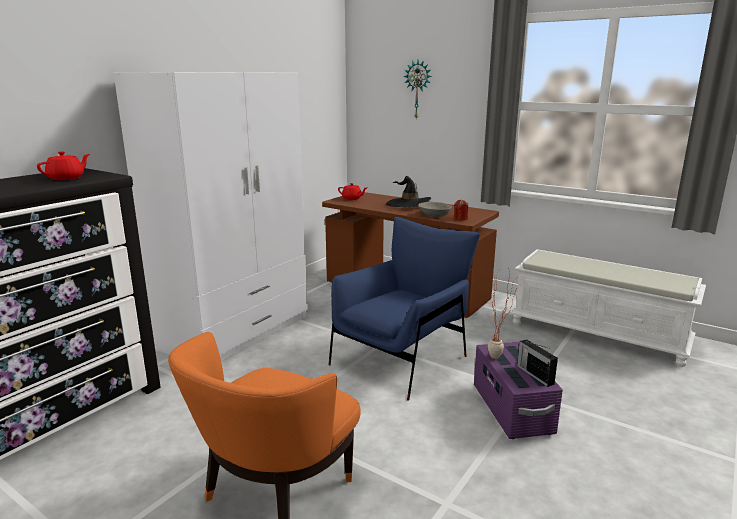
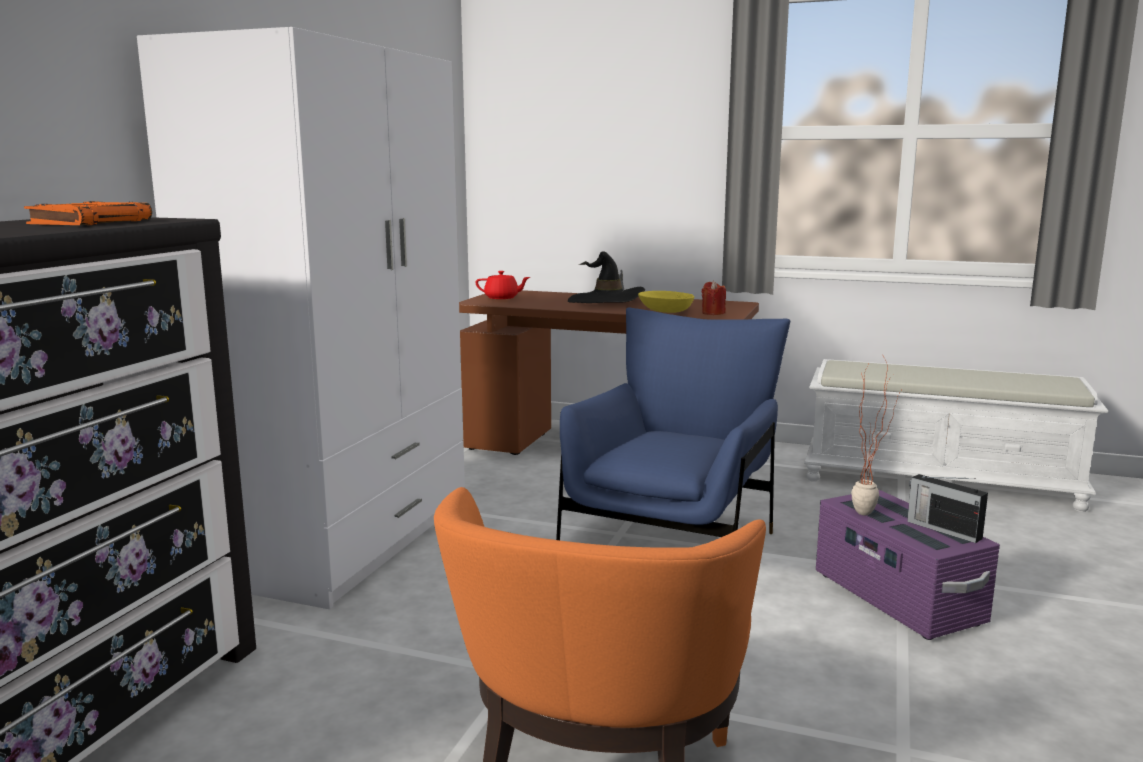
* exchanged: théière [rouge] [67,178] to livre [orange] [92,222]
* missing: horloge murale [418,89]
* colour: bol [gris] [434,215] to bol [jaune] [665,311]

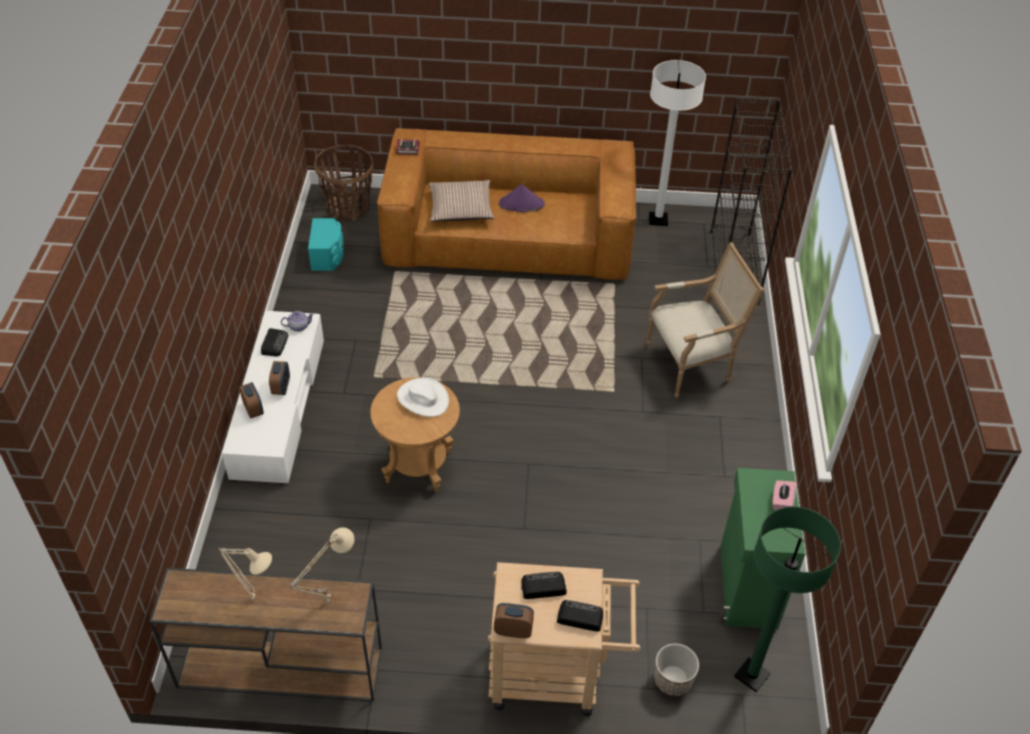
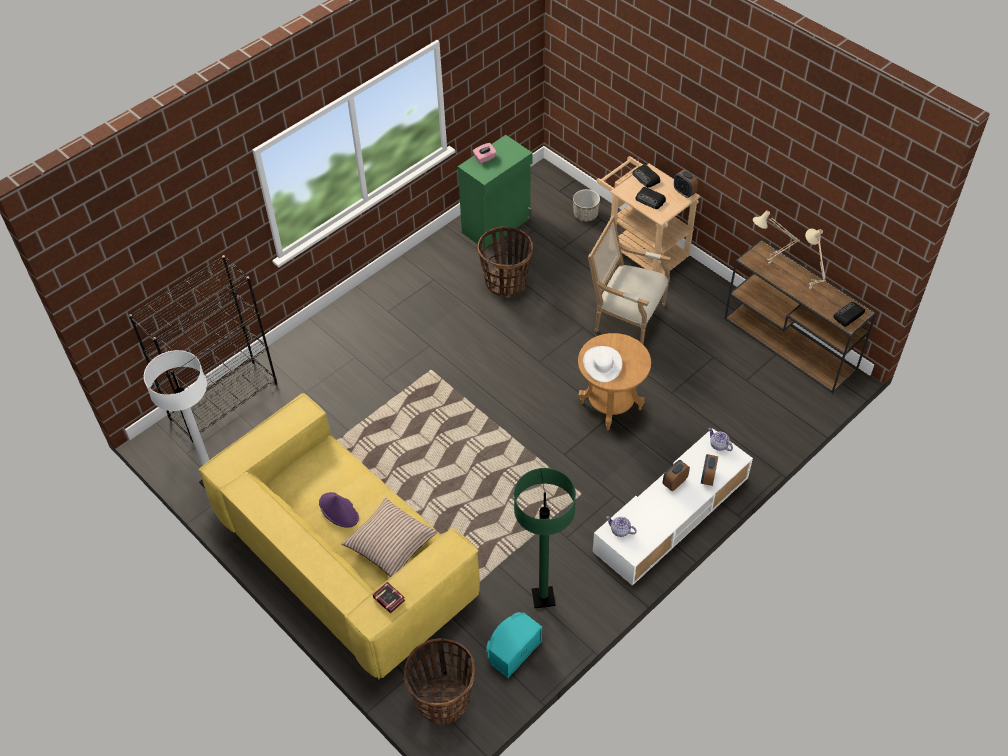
* relocated: radio [274,344] to [848,316]
* colour: canapé [marron] [508,236] to canapé [jaune] [345,555]
* relocated: fauteuil [692,363] to [625,318]
* relocated: lampadaire [vert] [752,675] to [543,598]
* appeared: panier [506,283]
* appeared: théière [718,445]

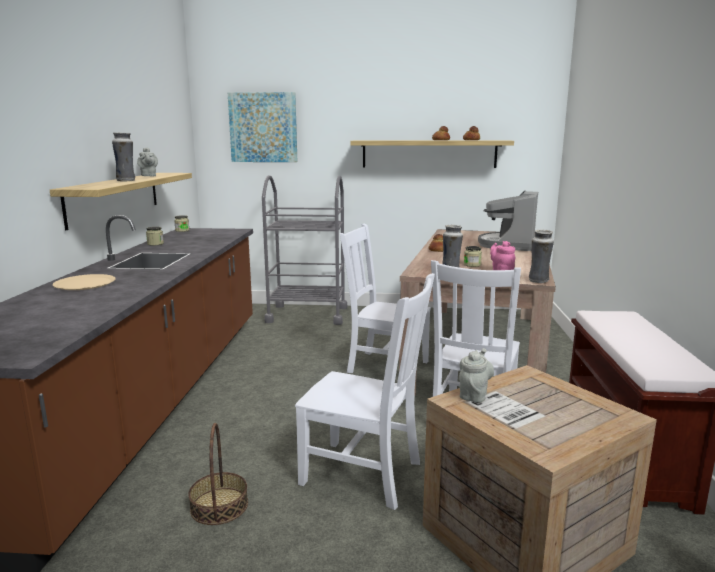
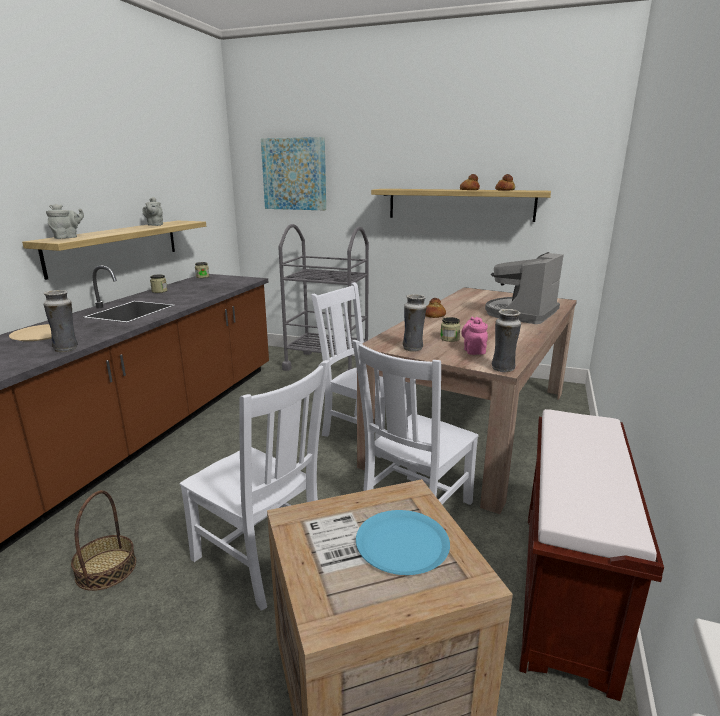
* relocated: vase [126,181] to [67,349]
* relocated: théière [gris] [474,394] to [68,238]
* appeared: assiette [bleu] [402,543]

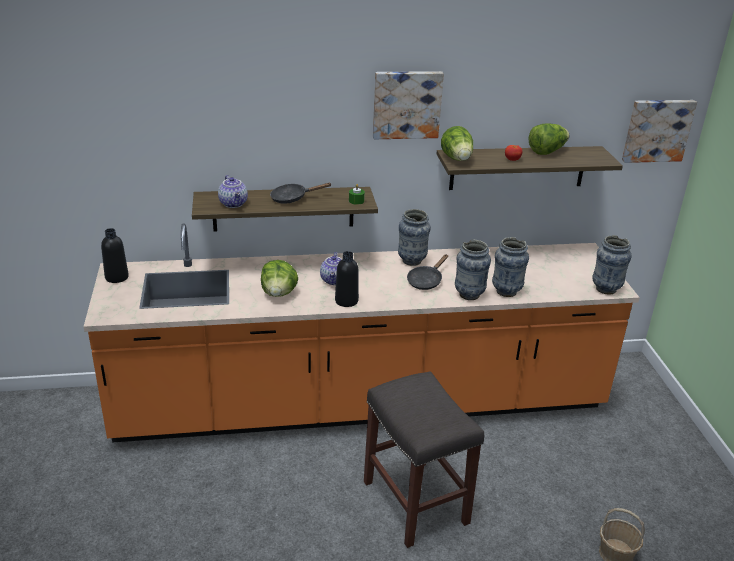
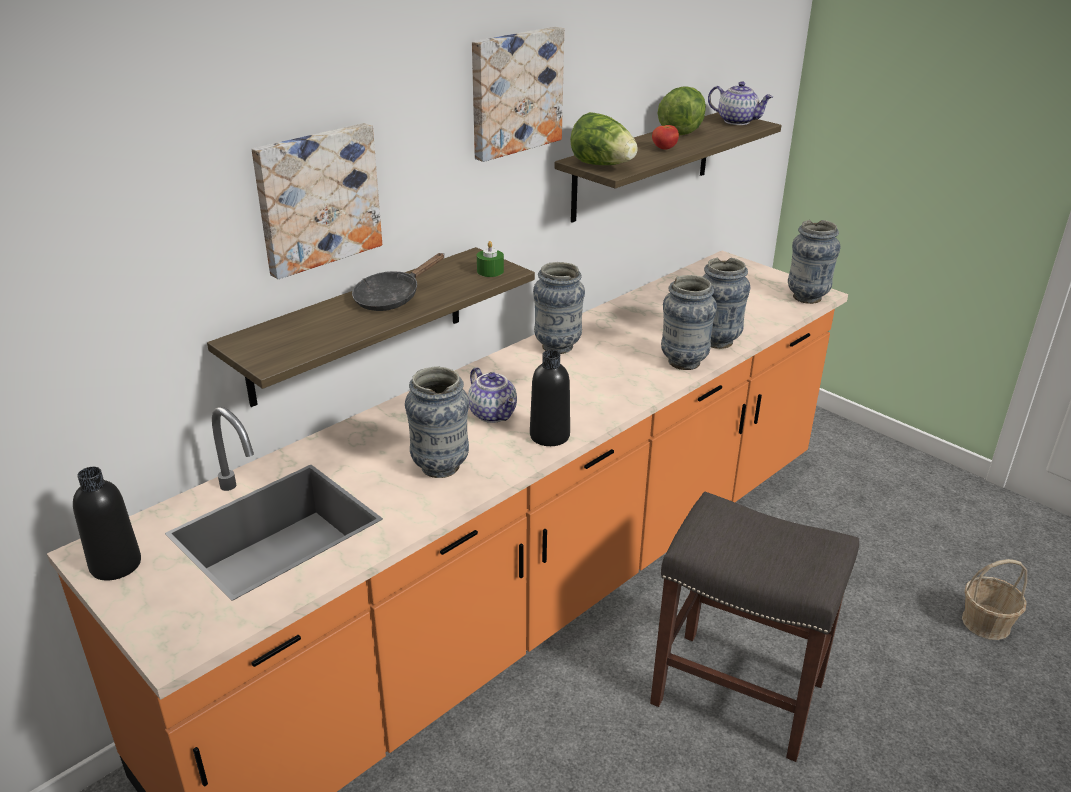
* relocated: théière [234,204] to [737,121]
* exchanged: laitue [279,293] to vase [440,467]
* missing: poêle [noir] [426,281]
* relocated: tableau [657,130] to [316,198]

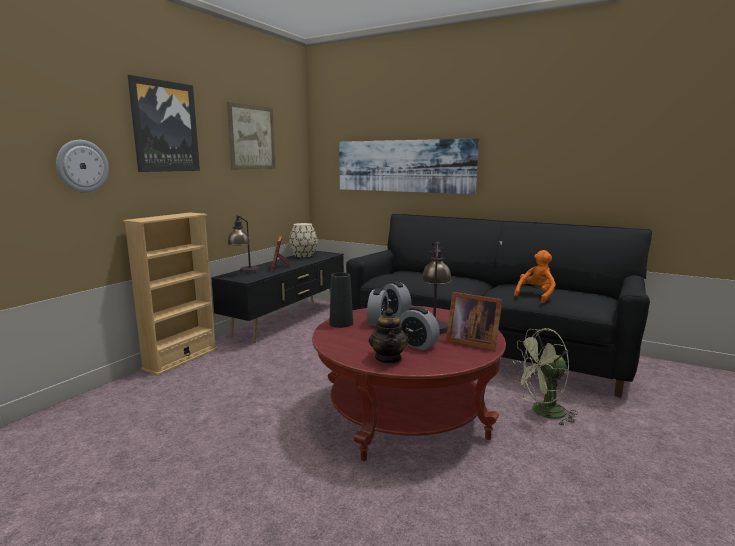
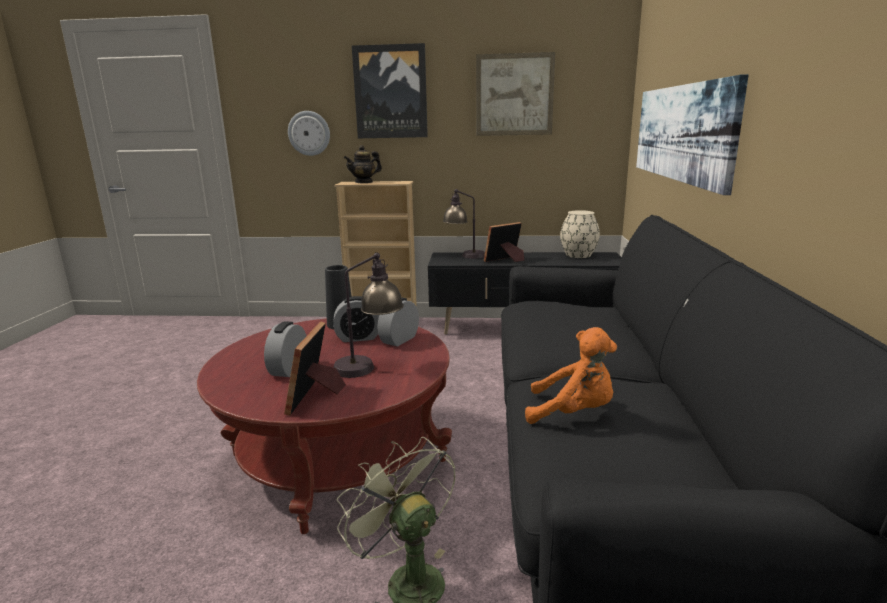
* relocated: théière [388,358] to [364,182]

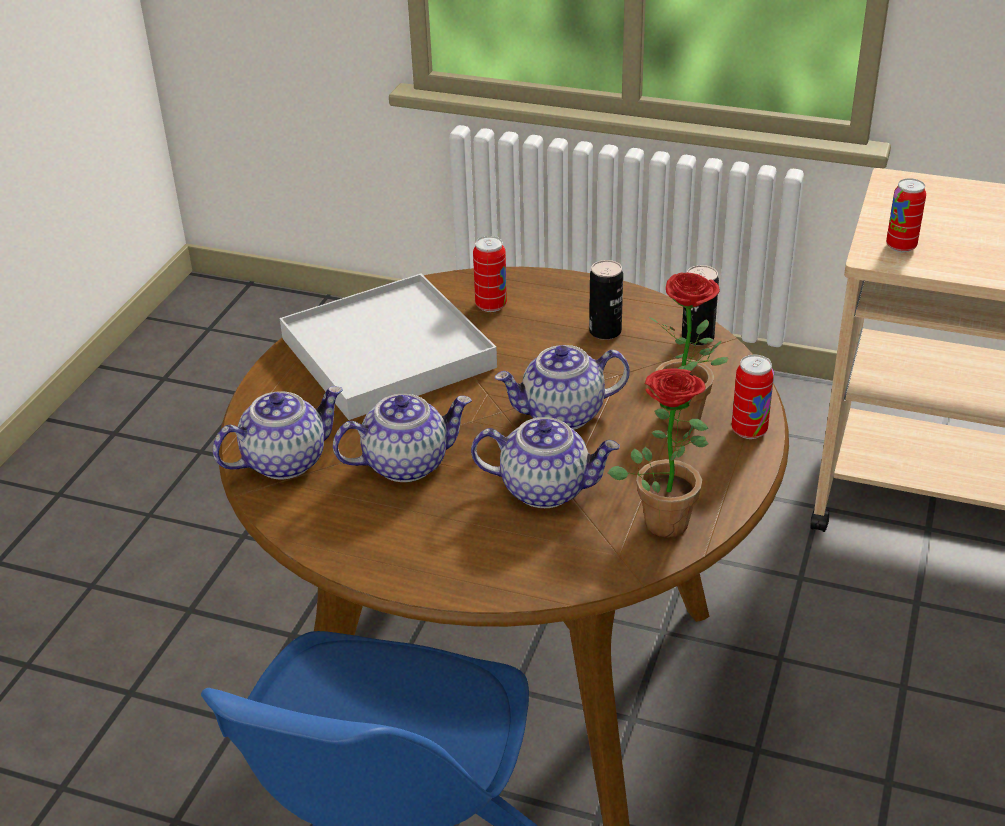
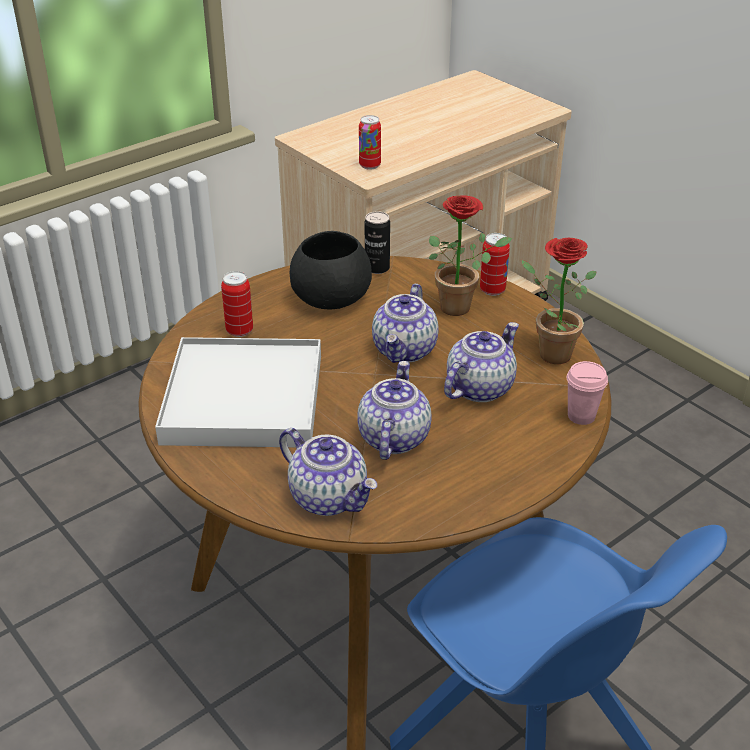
* spun: théière [285,460] = [329,497] 135 degrees clockwise
* exchanged: boîte métallique [605,332] to bol [noir] [330,298]
* appeared: tasse [rose] [581,416]

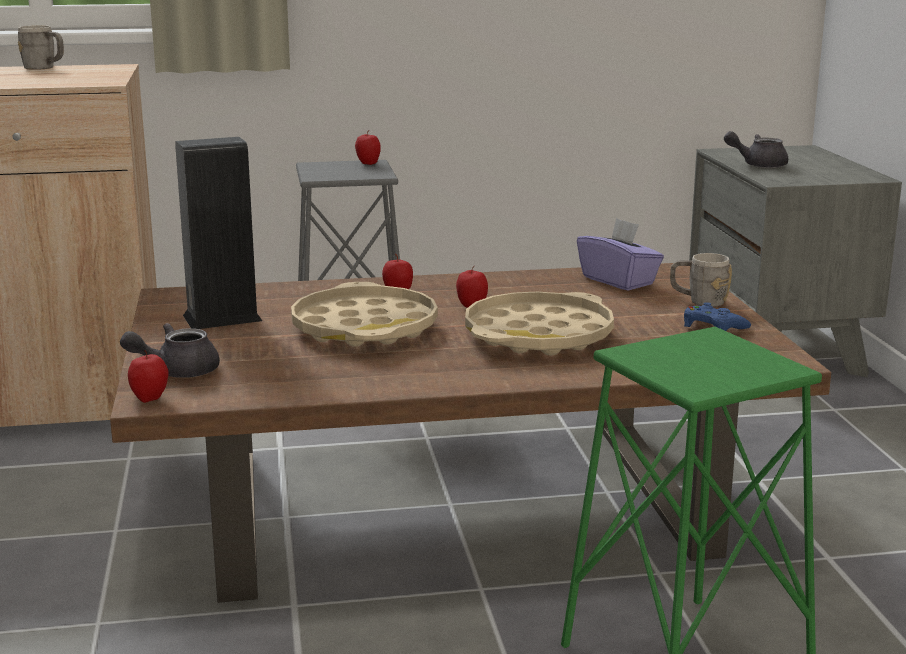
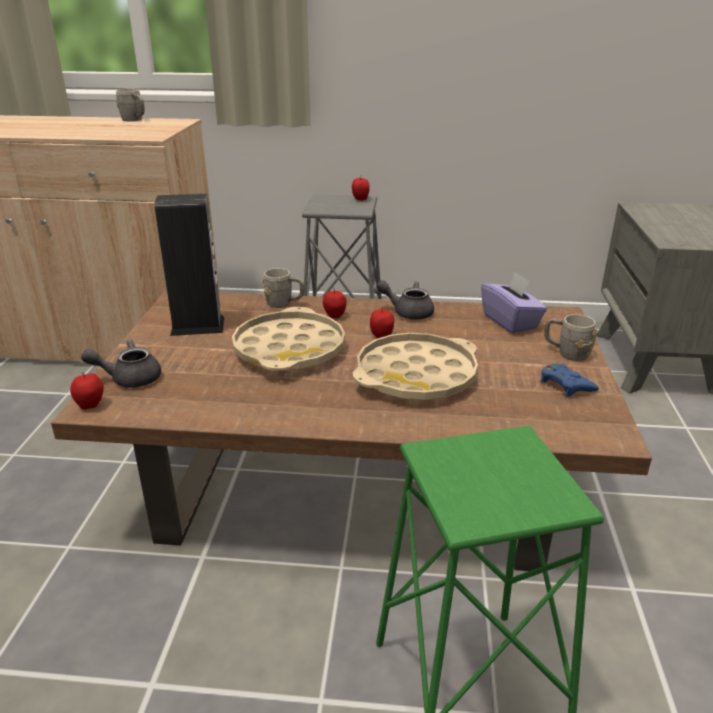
* relocated: théière [gris] [758,165] to [408,312]
* appeared: mug [gris] [284,304]

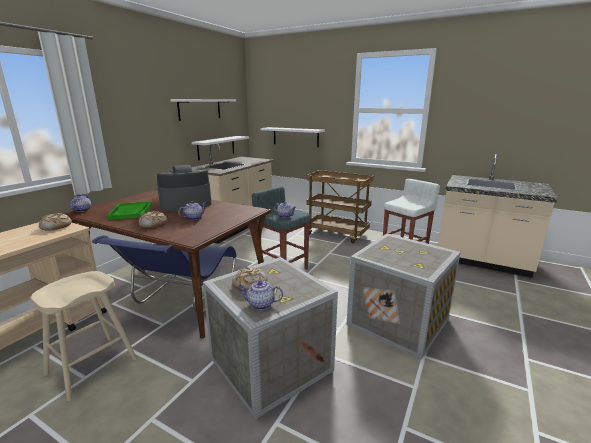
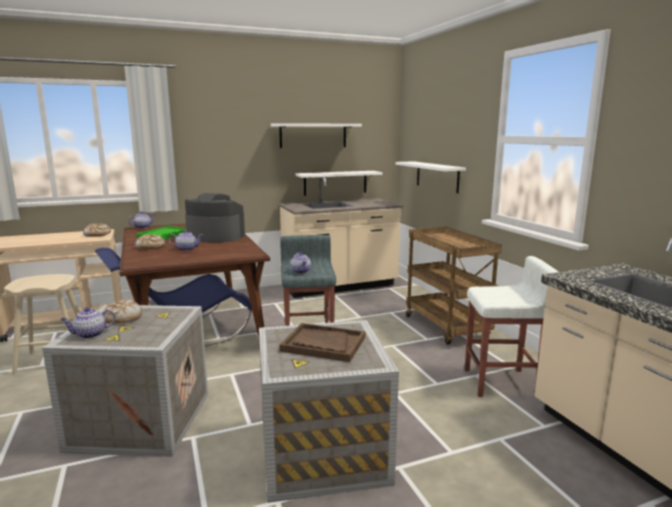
* spun: théière [260,304] = [90,334] 75 degrees counterclockwise
* appeared: plateau [marron] [323,344]

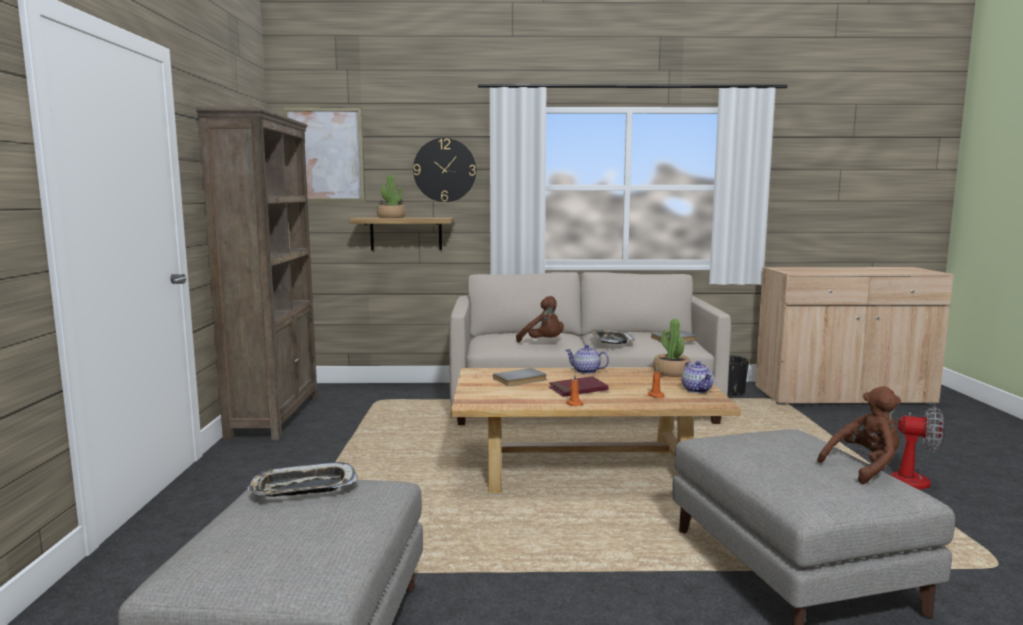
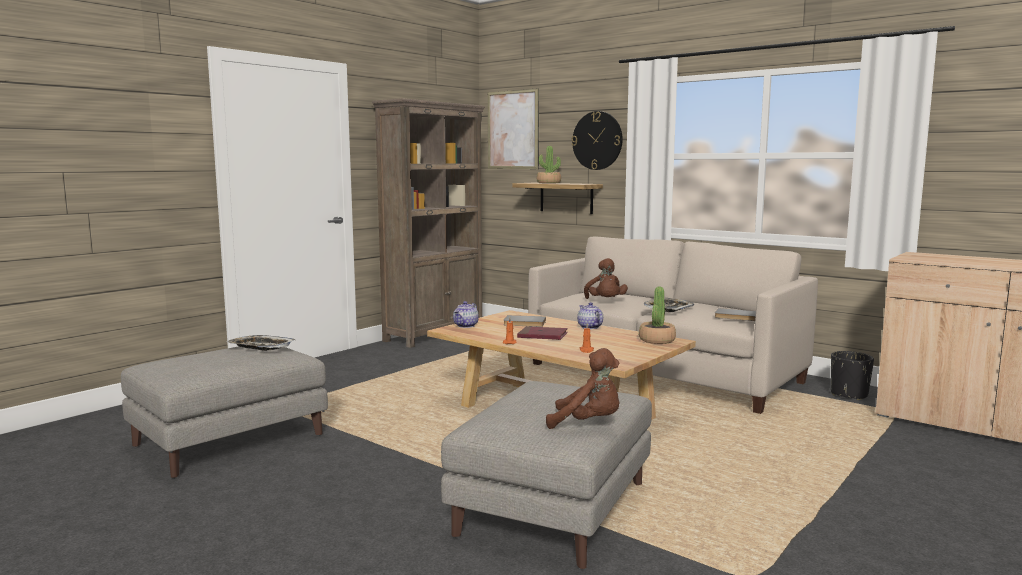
* relocated: théière [697,390] to [466,326]
* missing: ventilateur [899,476]

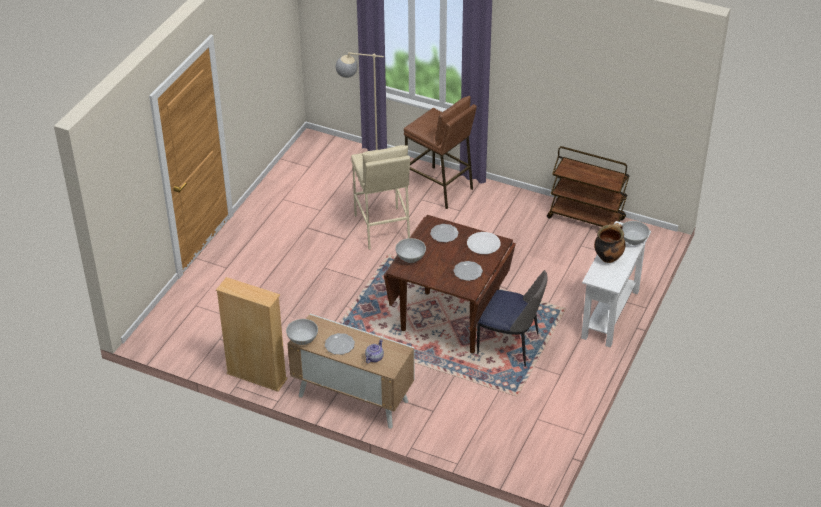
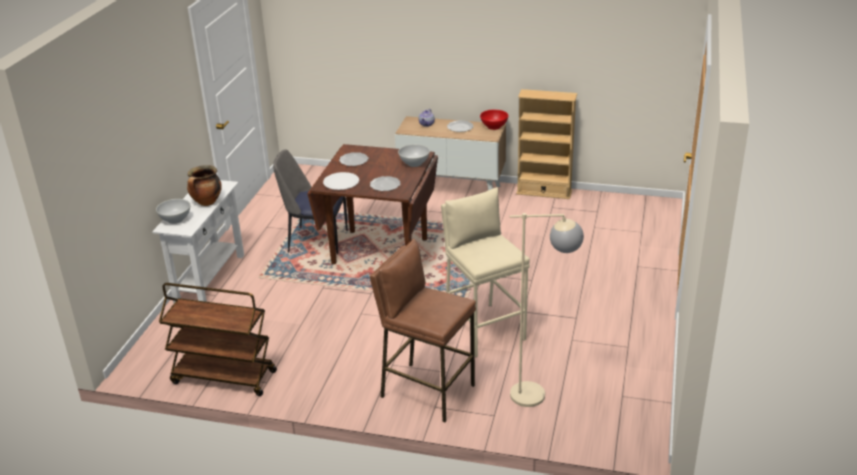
* colour: bol [blanc] [302,339] to bol [rouge] [494,127]

